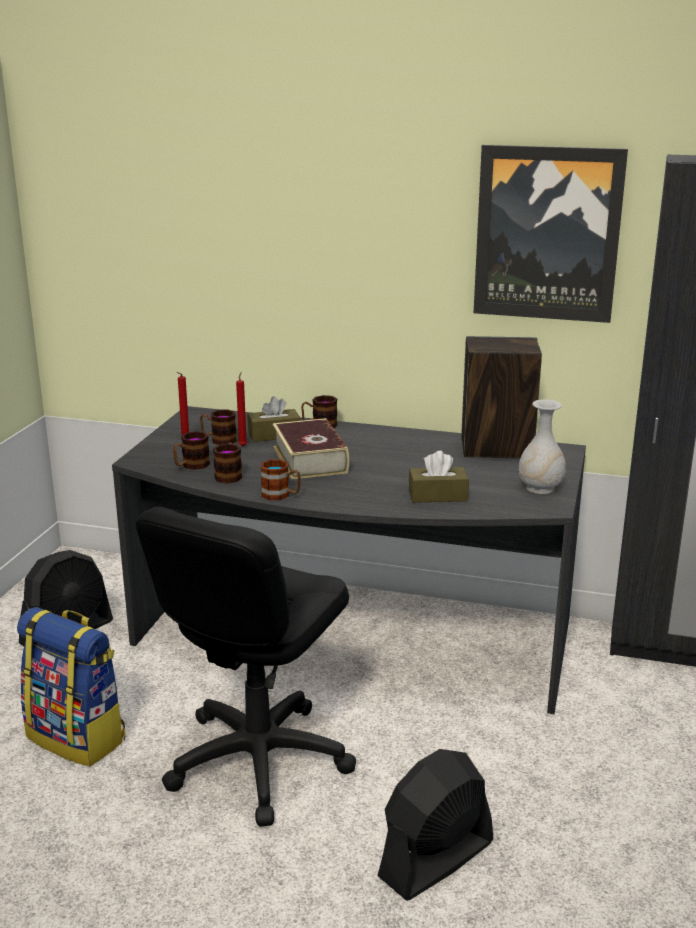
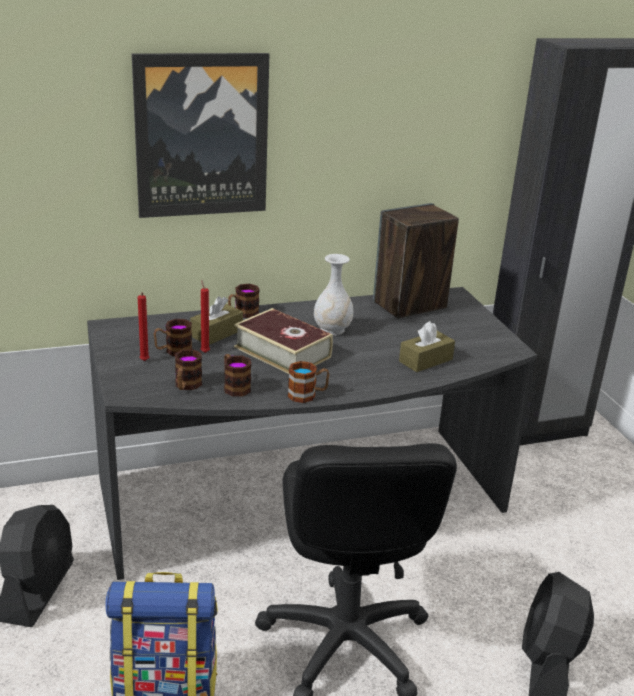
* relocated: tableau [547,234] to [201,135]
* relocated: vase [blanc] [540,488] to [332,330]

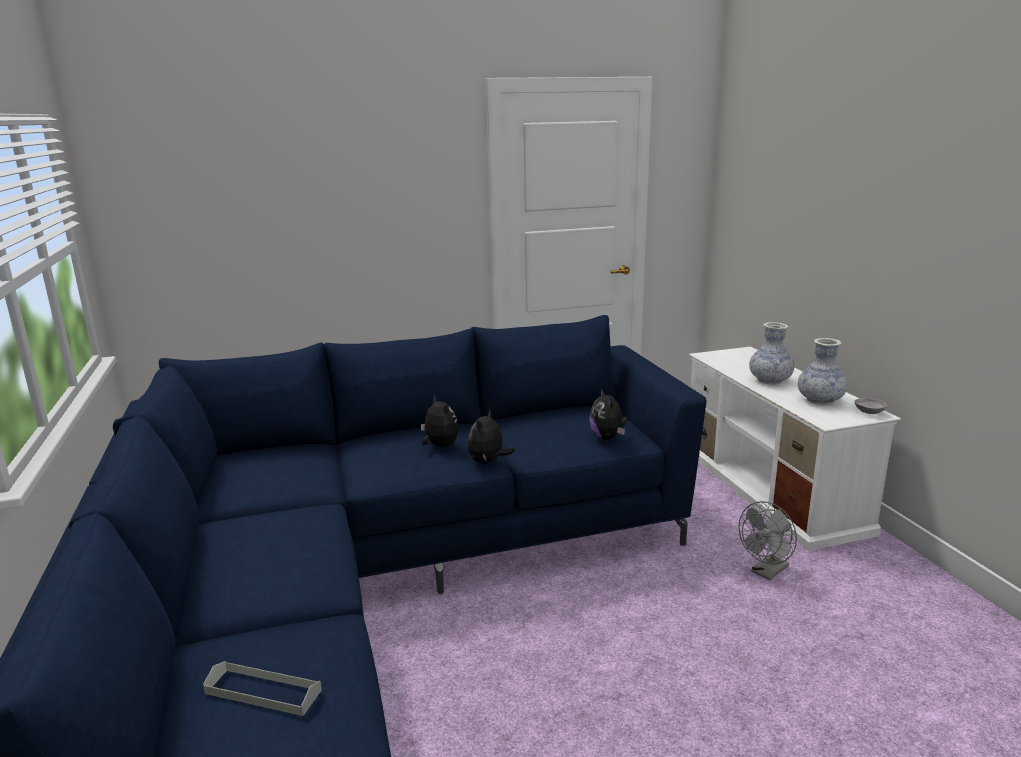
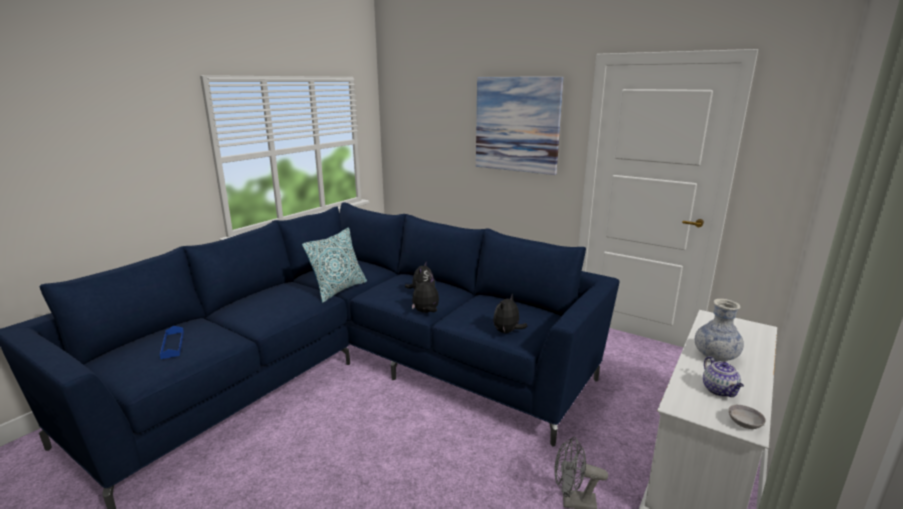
* colour: plateau [gris] [263,692] to plateau [bleu] [172,345]
* exchanged: vase [820,400] to théière [720,391]
* appeared: coussin [338,290]
* appeared: tableau [517,125]

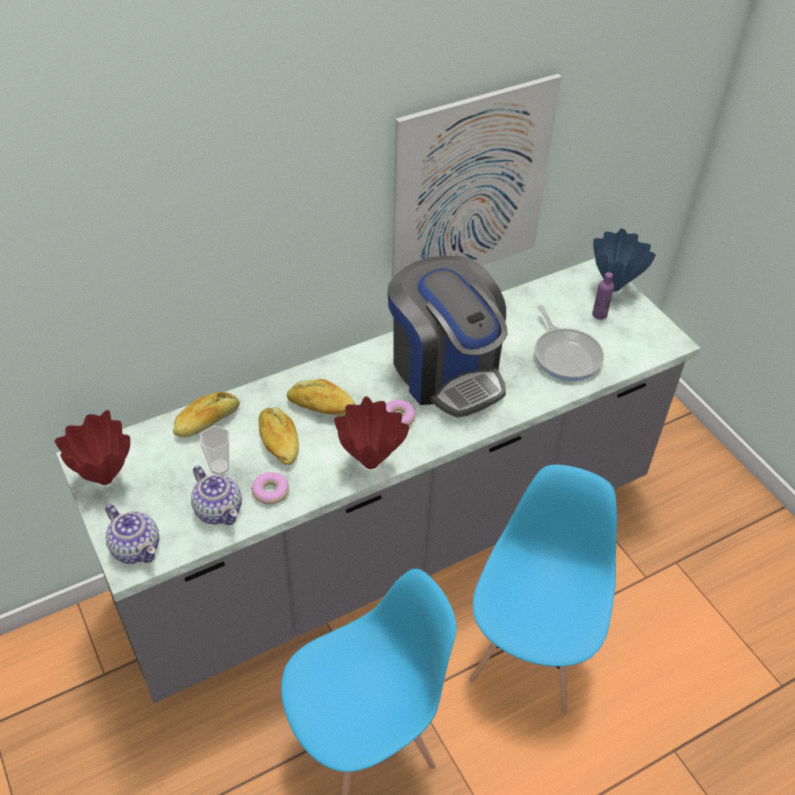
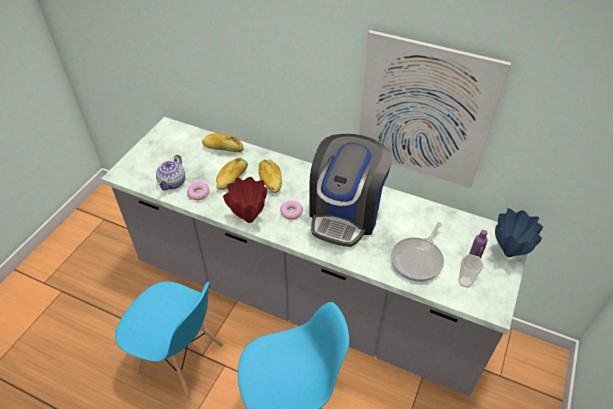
* missing: vase [rouge] [105,480]
* missing: théière [136,547]
* relocated: tasse [219,467] to [465,282]

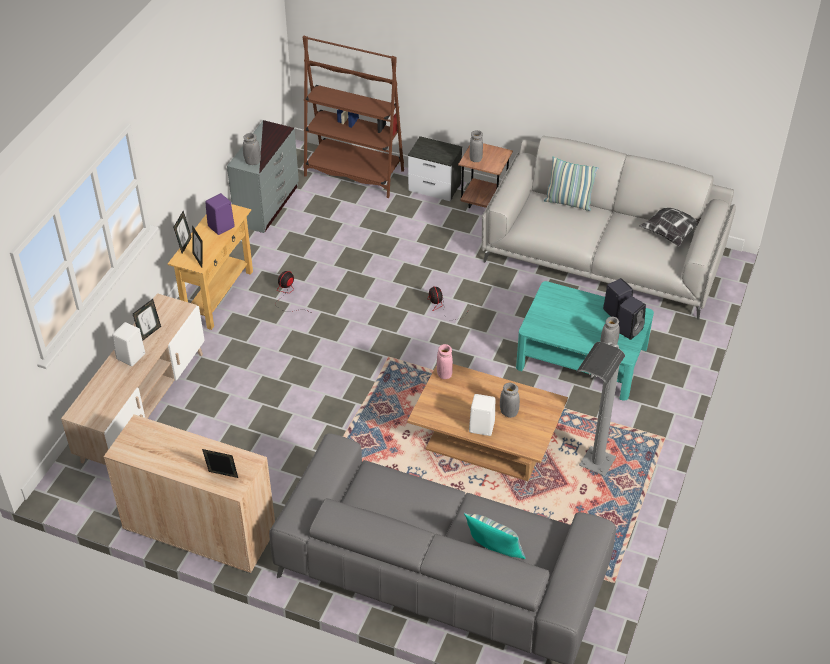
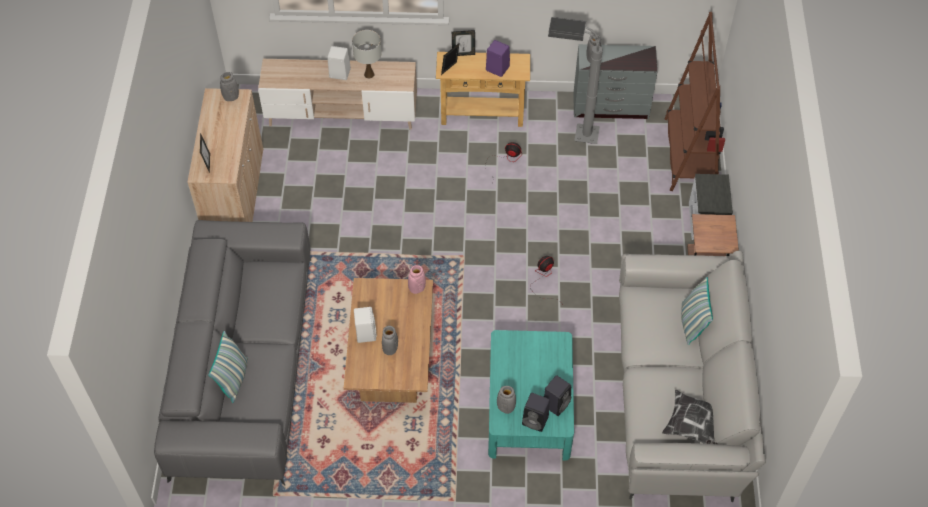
* exchanged: cadre photo [149,333] to lampe de table [blanc] [369,74]
* relocated: vase [gris] [475,159] to [231,97]
* relocated: lampadaire [gris] [589,477] to [570,133]

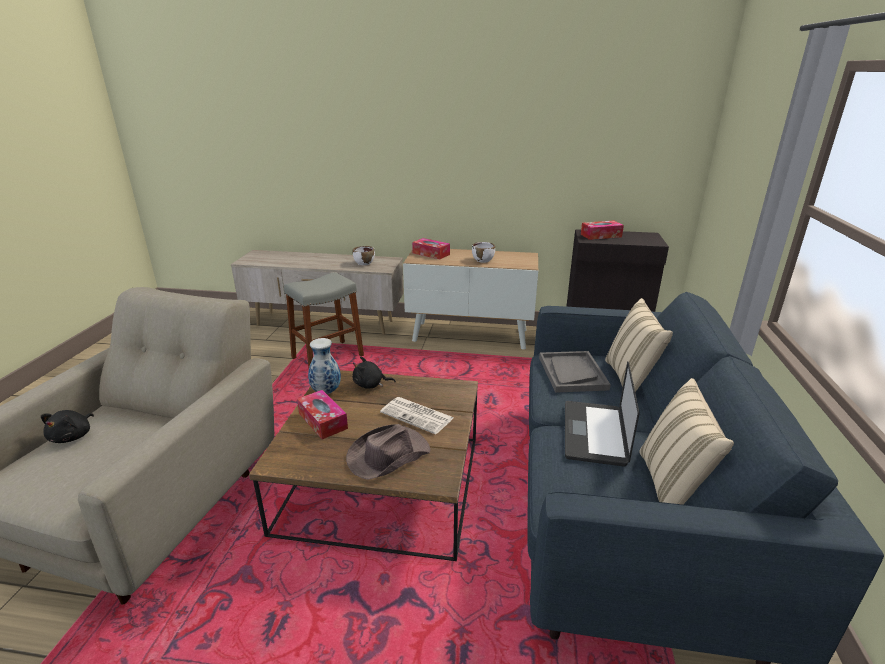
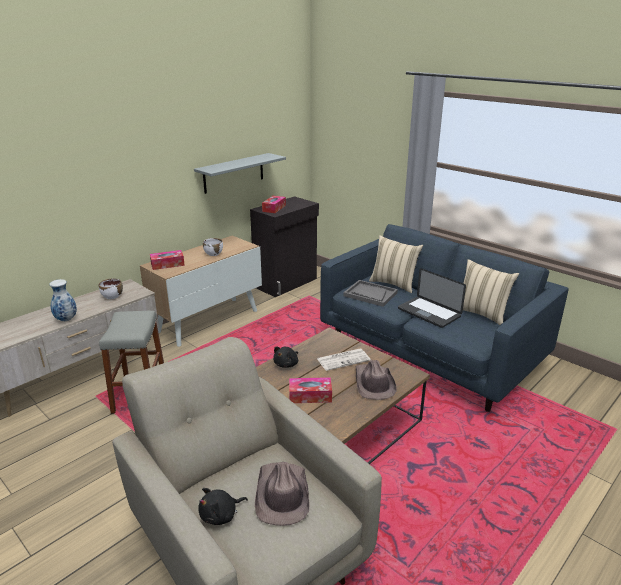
* spun: peluche [noir] [73,436] = [221,515] 105 degrees clockwise
* relocated: vase [325,391] to [65,319]
* appeared: étagère [gris] [233,173]
* appeared: chapeau [marron] [282,495]

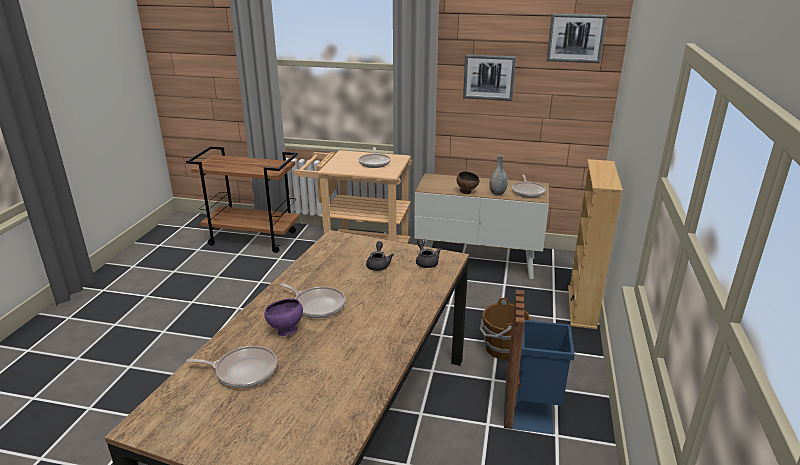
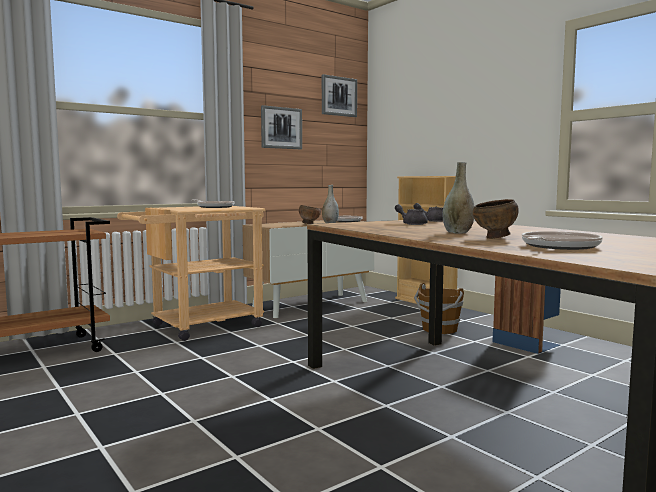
* colour: bol [violet] [285,331] to bol [marron] [495,238]
* exchanged: poêle [317,305] to vase [gris] [457,232]

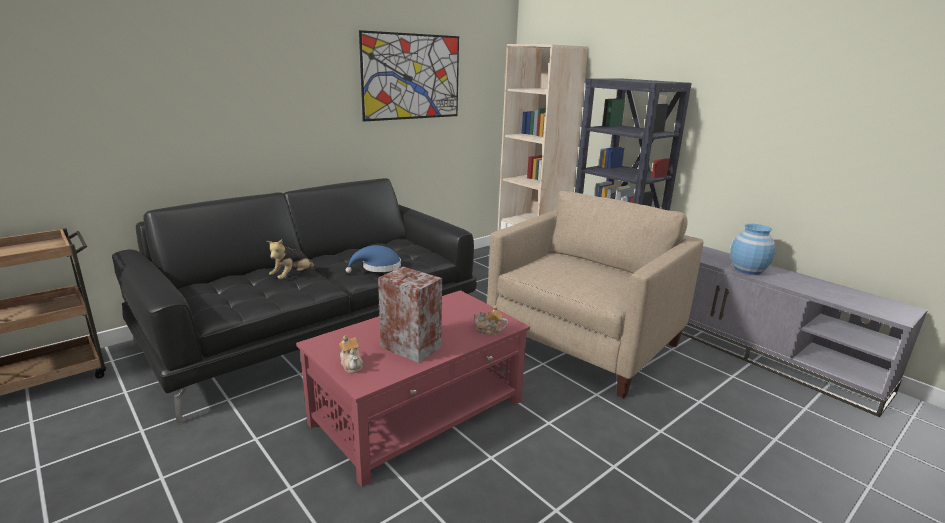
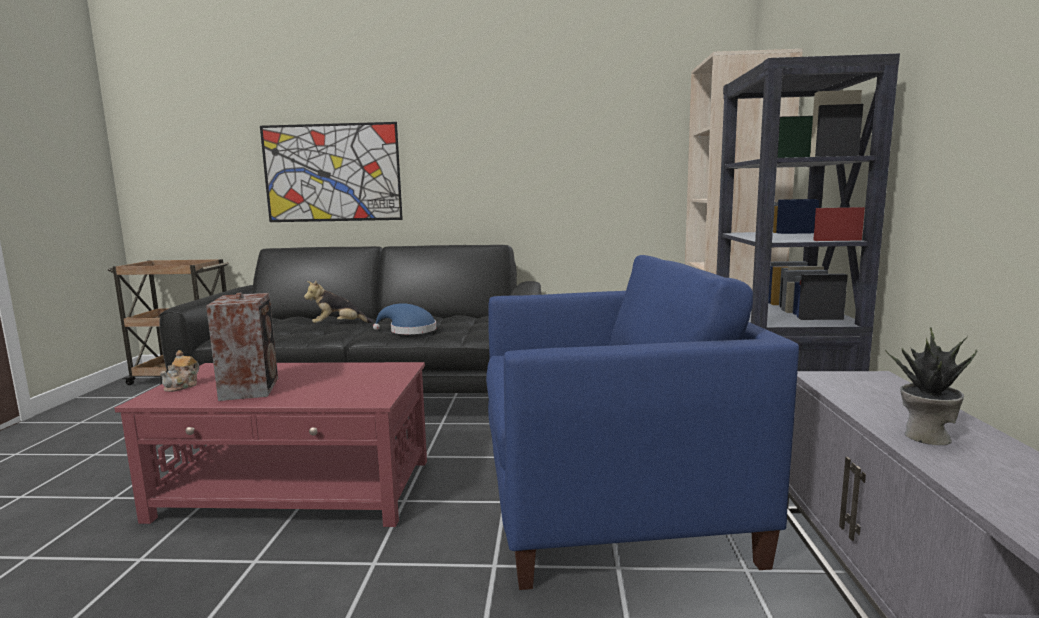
* relocated: tableau [412,77] to [332,173]
* missing: théière [489,331]
* colour: fauteuil [beige] [584,343] to fauteuil [bleu] [609,502]
* exchanged: vase [bleu] [748,270] to plante en pot [925,437]

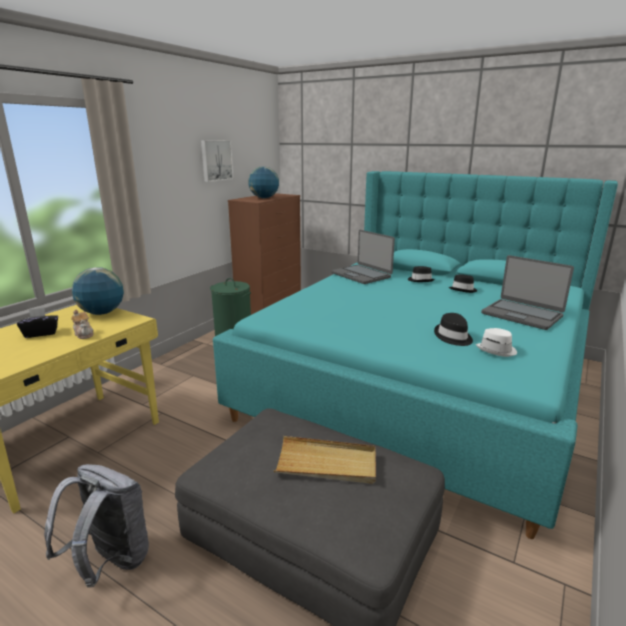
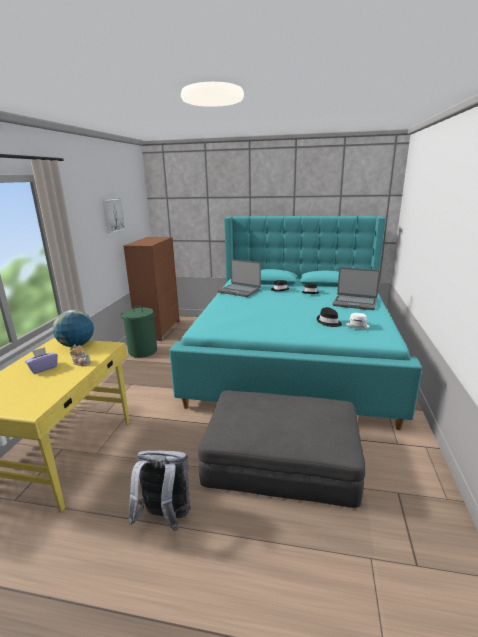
* colour: boîte à mouchoirs [noir] [41,333] to boîte à mouchoirs [violet] [43,368]
* missing: globe [264,198]
* missing: plateau [beige] [326,463]

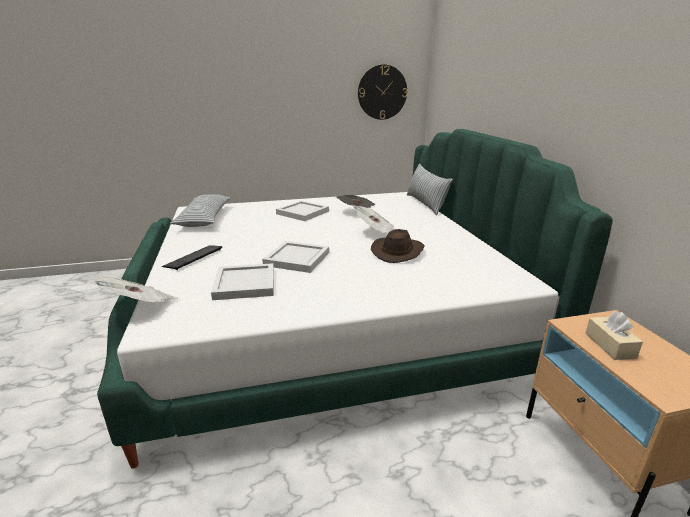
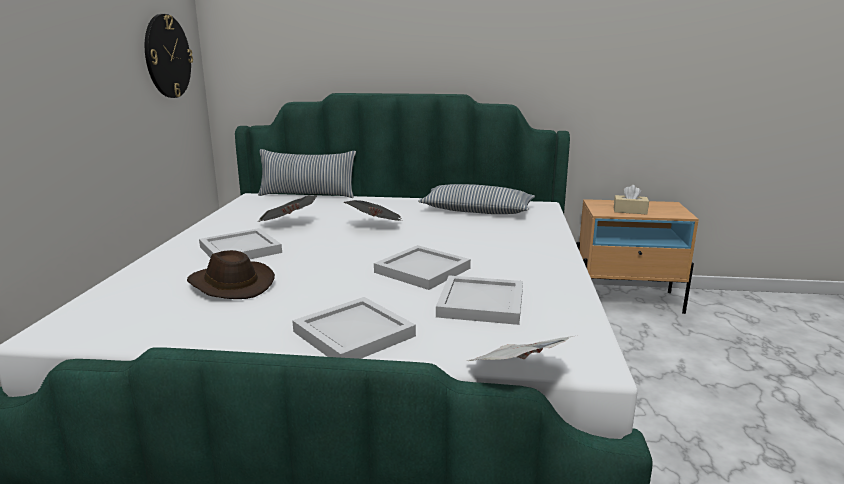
* exchanged: clavier [193,258] to plateau [blanc] [356,334]
* relocated: coussin [204,218] to [477,211]
* relocated: chapeau [marron] [397,251] to [230,285]

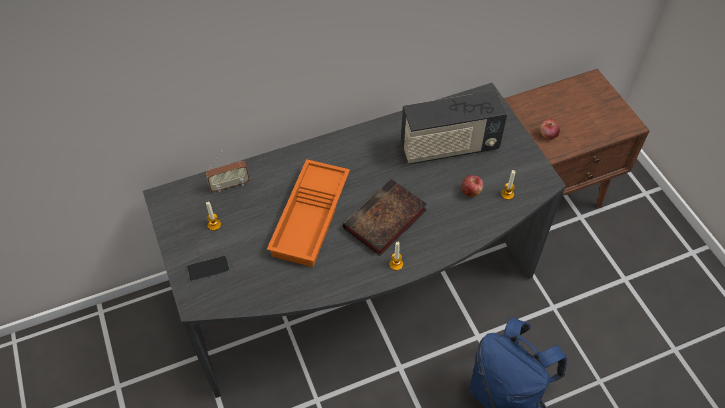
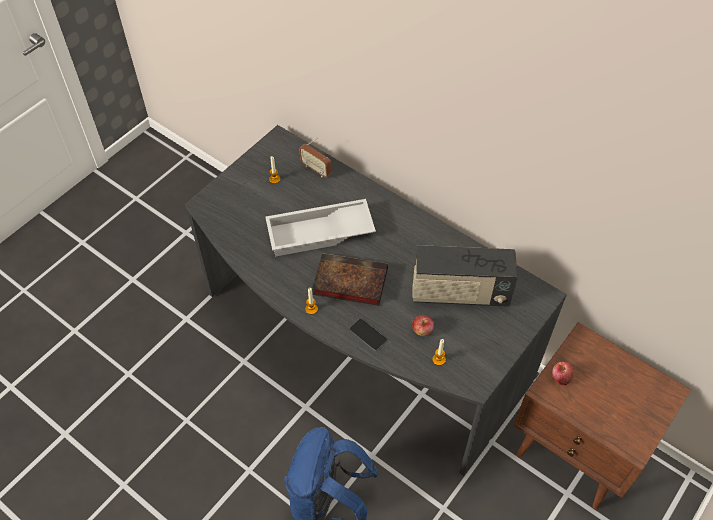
* relocated: téléphone [208,269] to [368,334]
* colour: plateau [orange] [312,218] to plateau [blanc] [319,234]
* spun: radio [449,147] = [459,293] 45 degrees counterclockwise

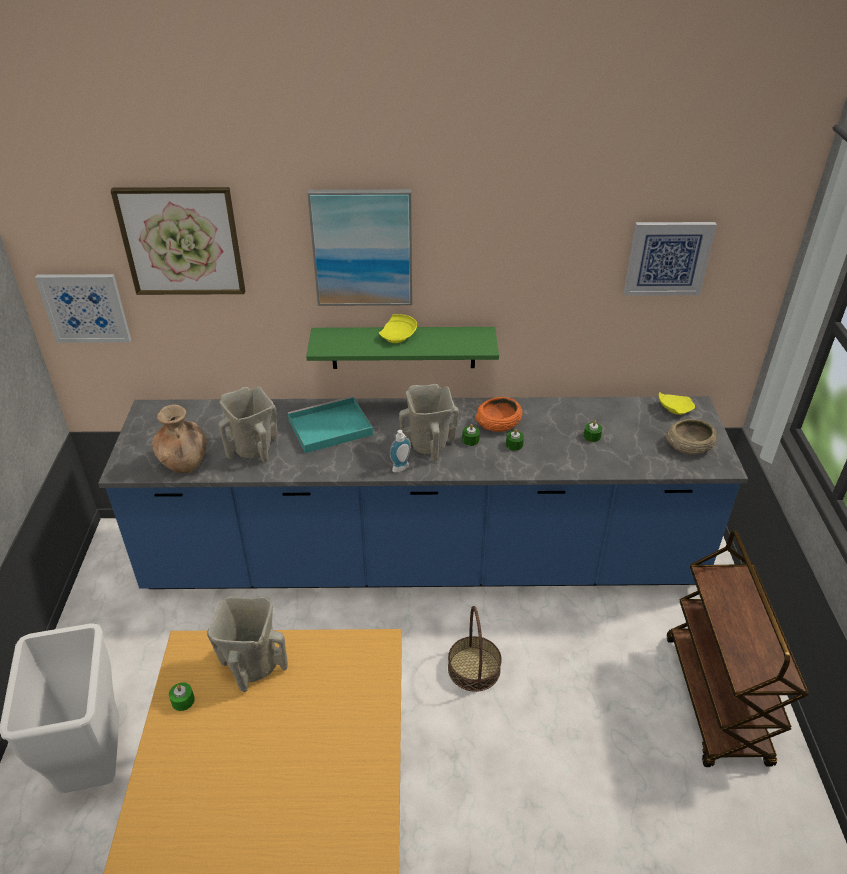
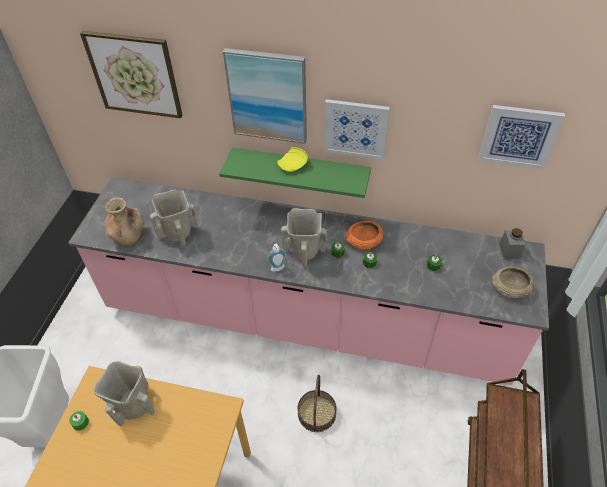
* relocated: tableau [85,307] to [355,128]
* colour: comptoir de cuisine [bleu] [423,560] to comptoir de cuisine [rose] [305,320]
* missing: plateau [turquoise] [328,428]
* exchanged: assiette [jaune] [673,409] to bocal [gris] [509,251]

